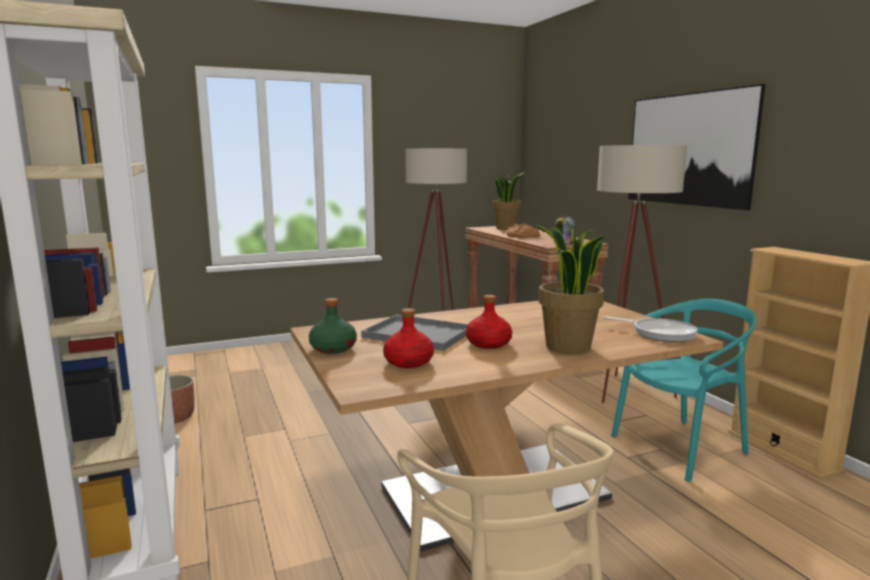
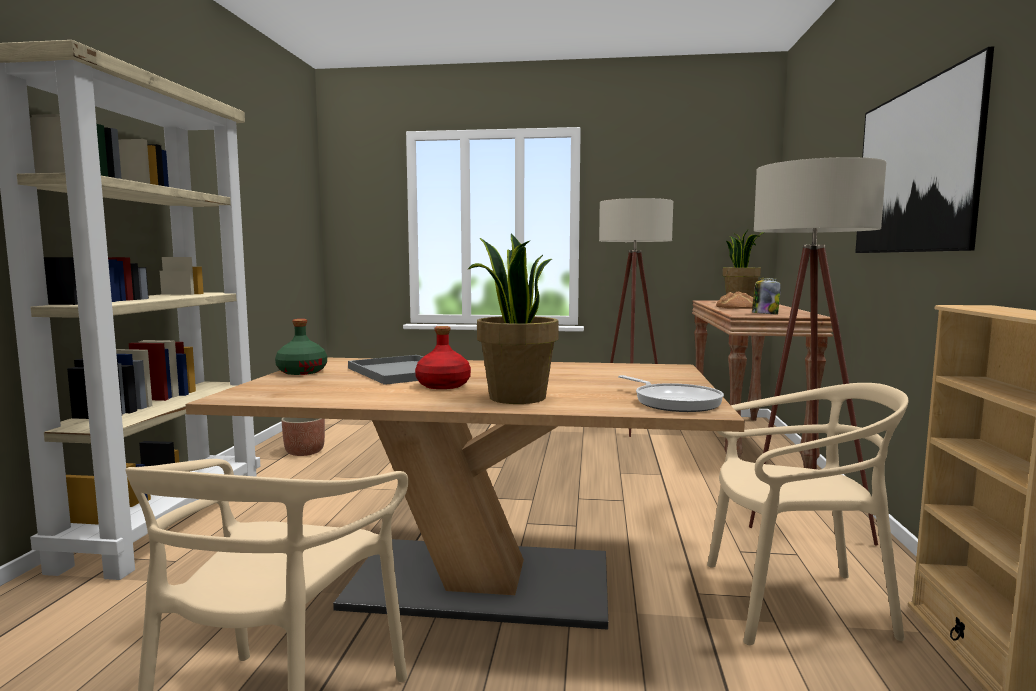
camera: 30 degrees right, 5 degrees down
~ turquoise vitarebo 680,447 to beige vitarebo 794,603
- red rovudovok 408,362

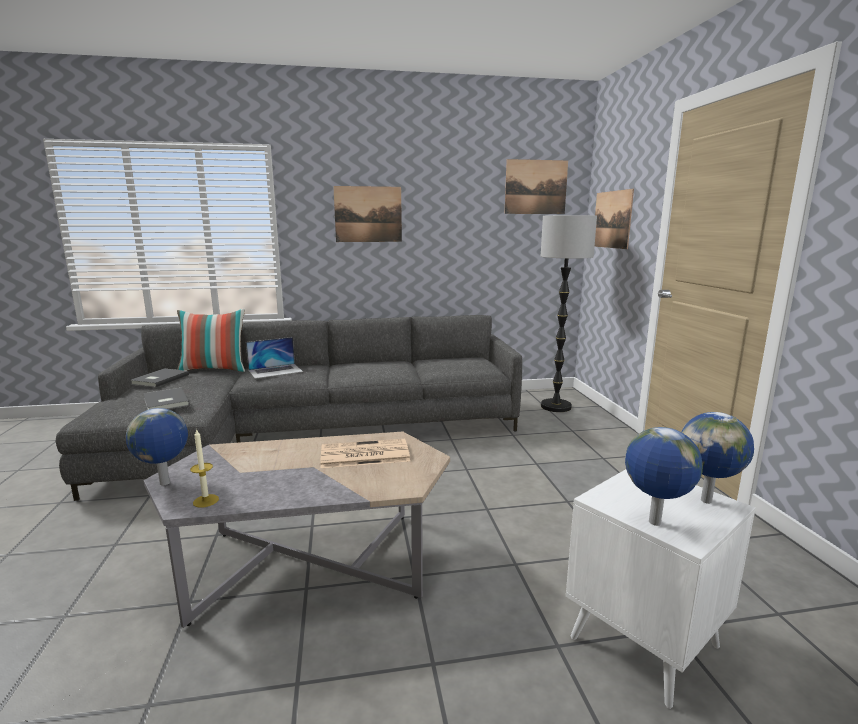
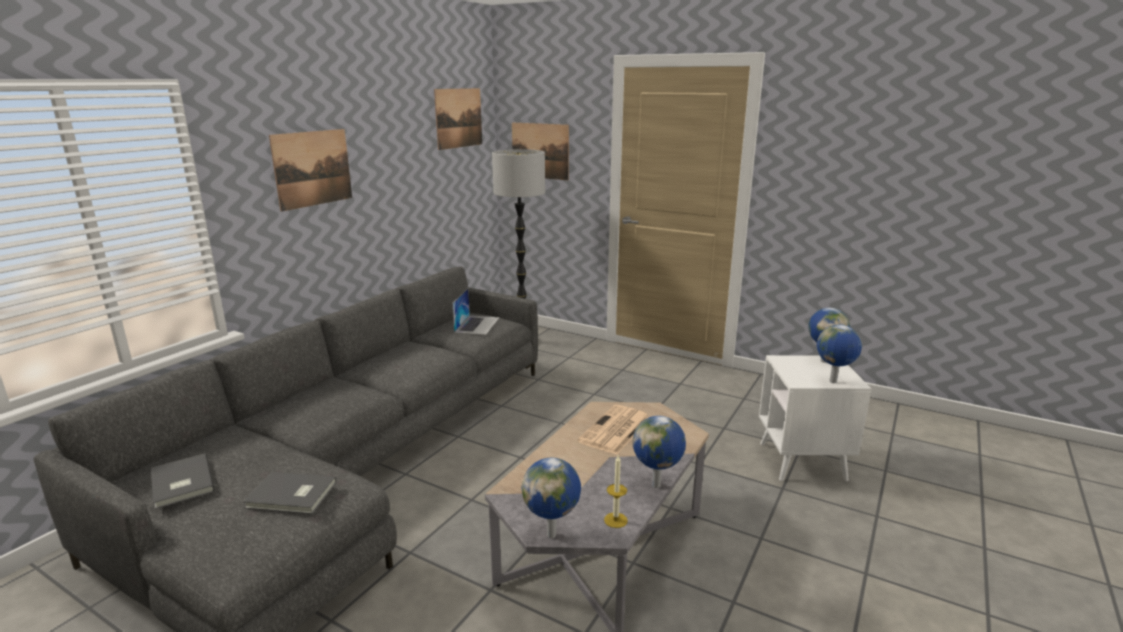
camera: 50 degrees left, 5 degrees up
~ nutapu 275,371 to 477,325
+ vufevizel 657,485
- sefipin 214,370

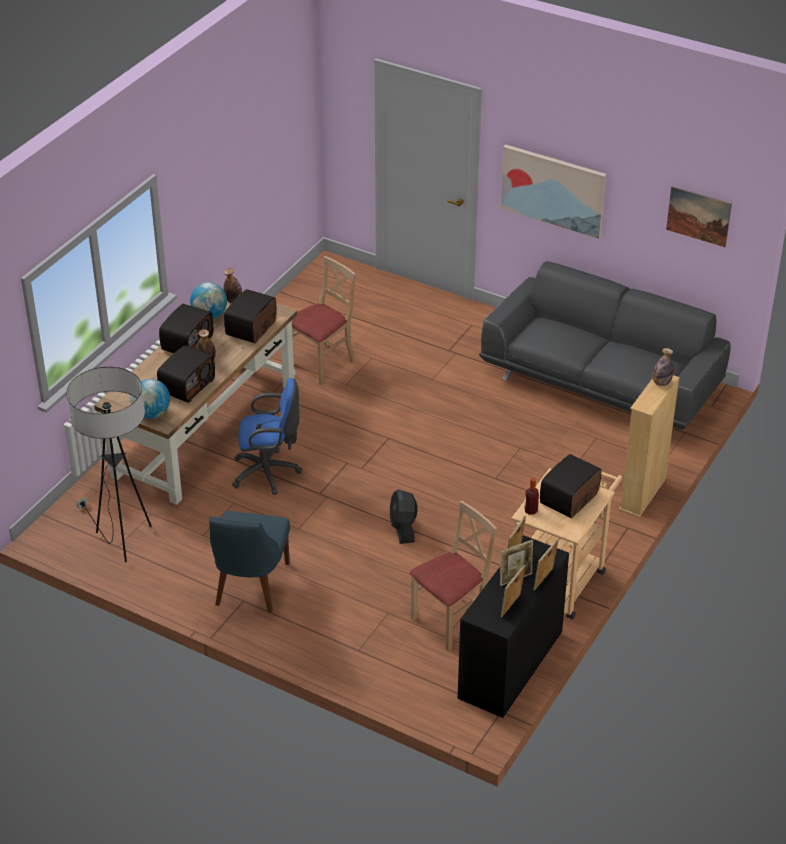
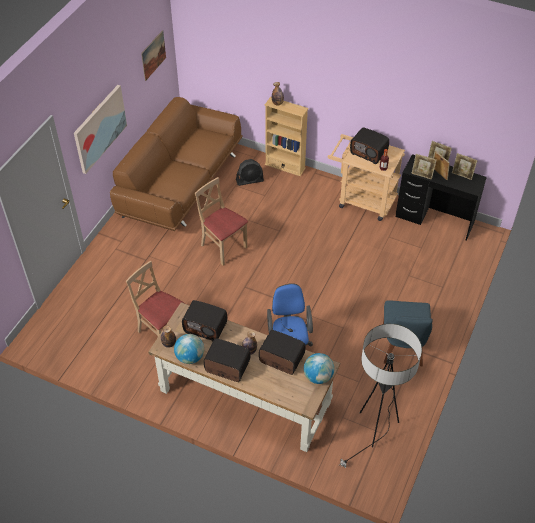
camera: 95 degrees left, 10 degrees up
~ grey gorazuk 602,383 to brown gorazuk 180,183
~ beige vitarebo 451,620 to 223,247
~ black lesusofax 403,528 to 249,180
~ blue vitarebo 250,587 = 402,347 90 degrees clockwise

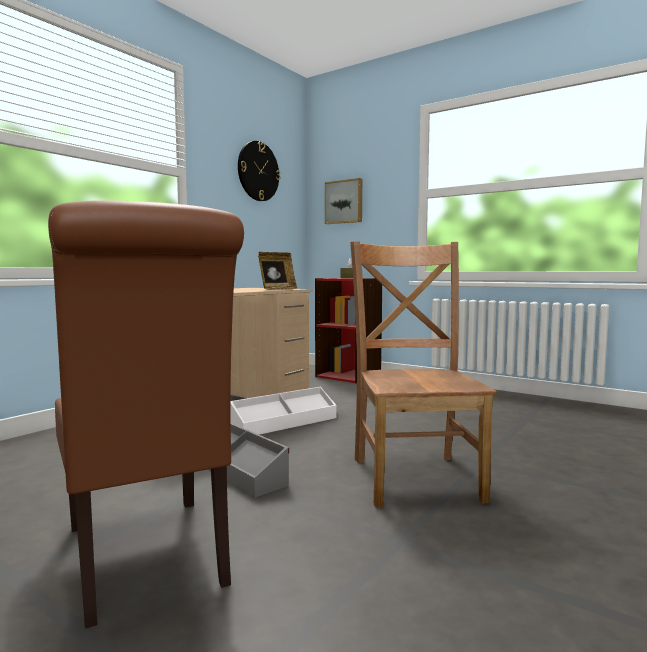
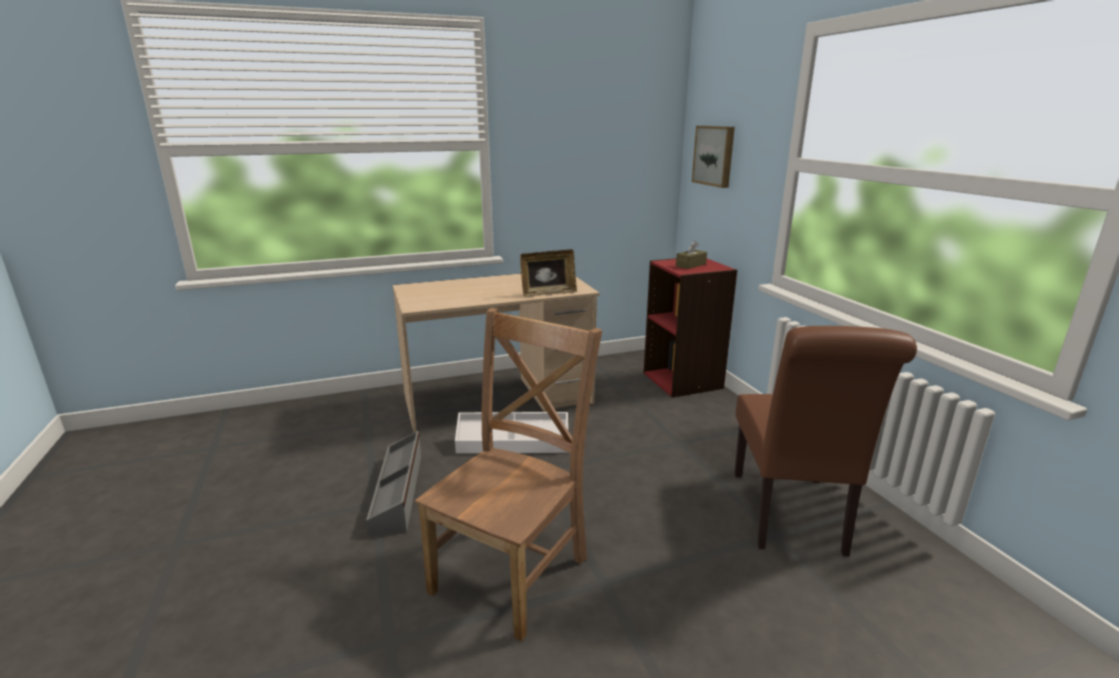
camera: 35 degrees right, 15 degrees up
~ brown vitarebo 148,560 to 790,517
- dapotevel 258,171

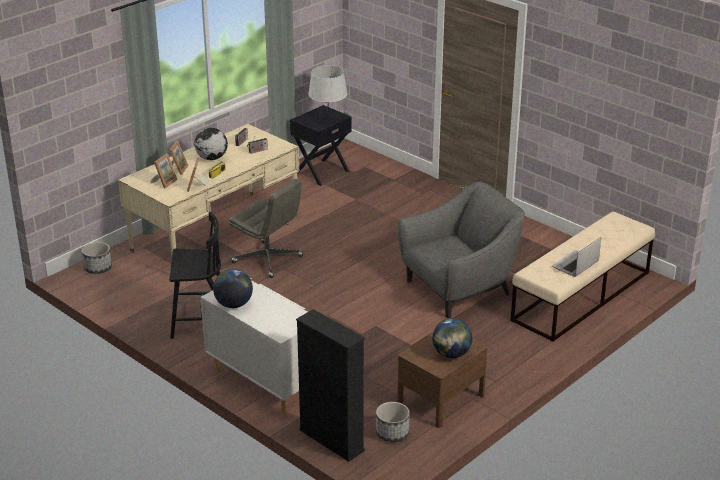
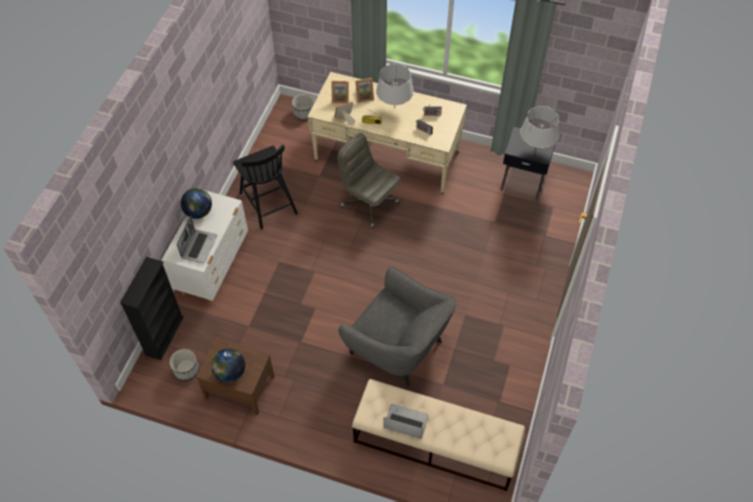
camera: 65 degrees right, 25 degrees up
+ nutapu 199,246
~ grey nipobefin 268,259 = 369,204 120 degrees clockwise
~ vufevizel 211,158 to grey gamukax 394,108

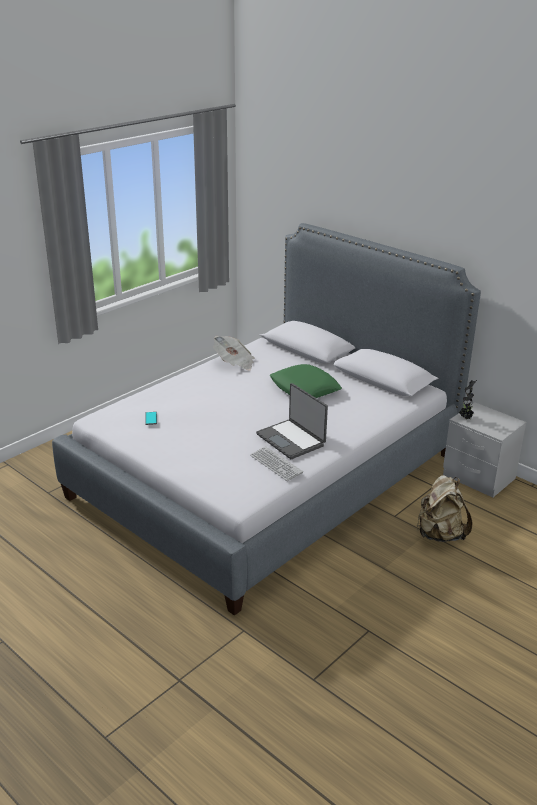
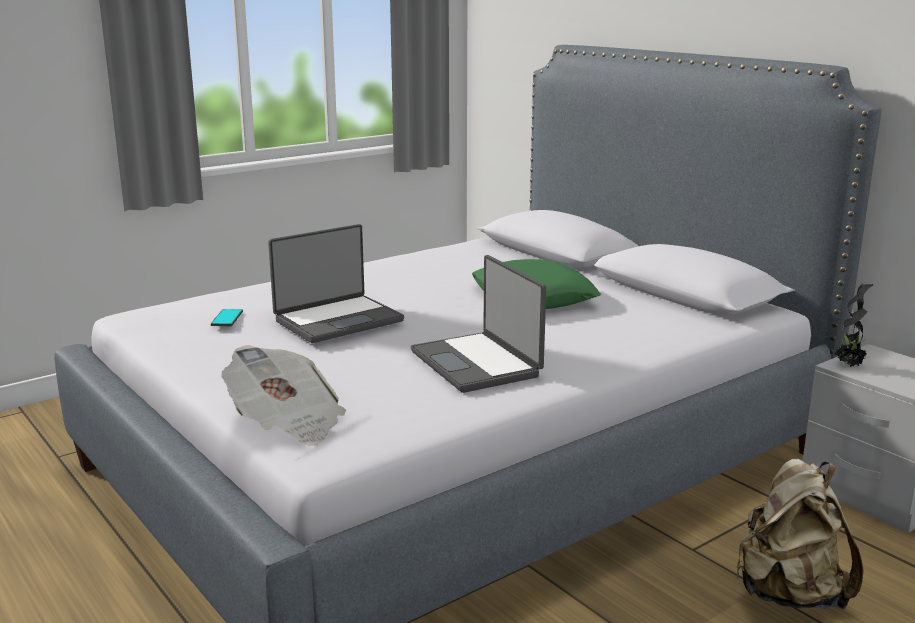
camera: 10 degrees right, 10 degrees down
~ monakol 234,363 to 287,423
+ nutapu 337,320
- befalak 276,464

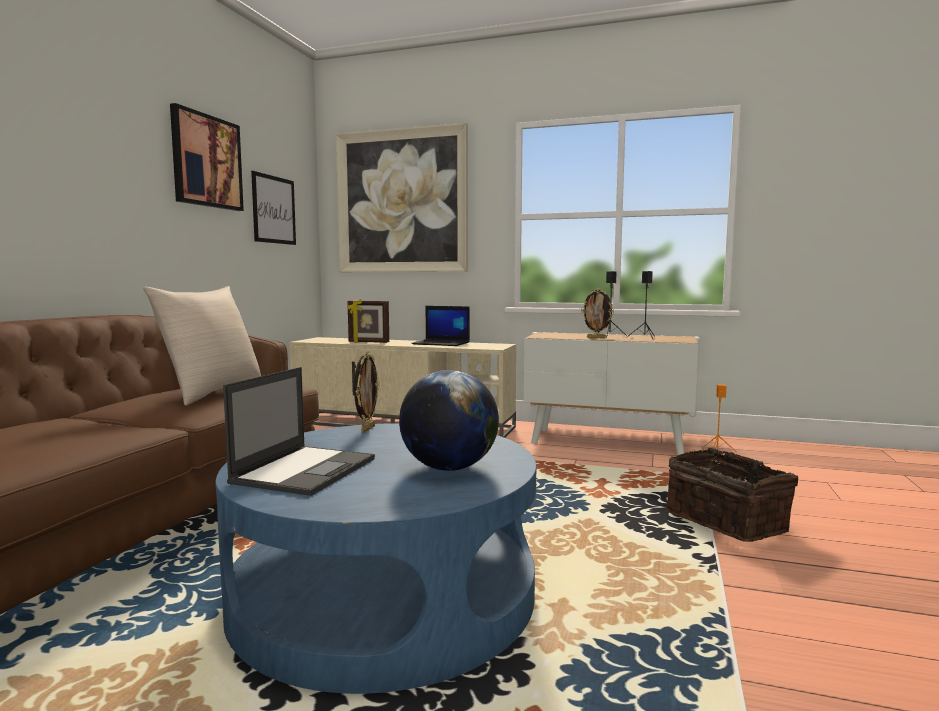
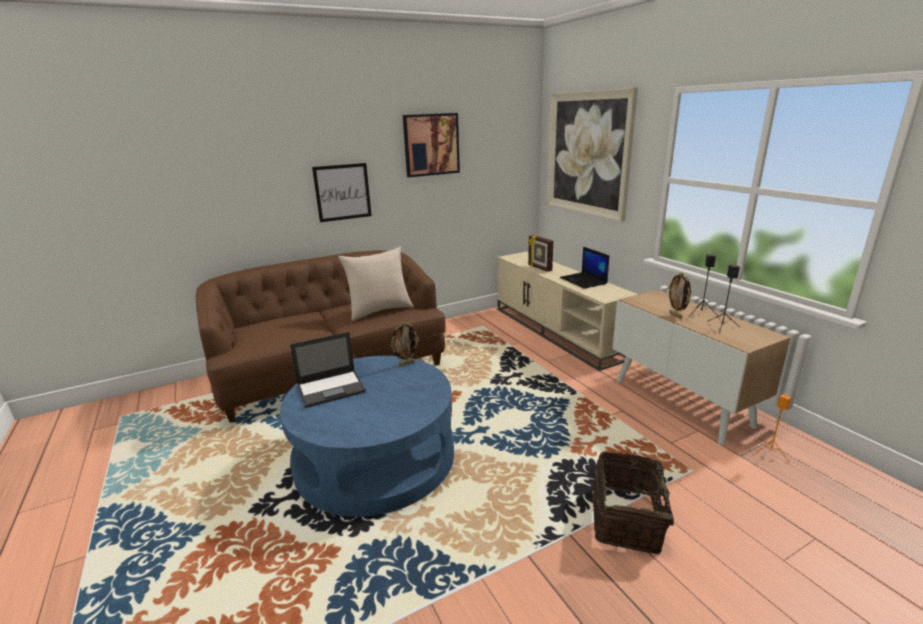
camera: 45 degrees right, 15 degrees up
~ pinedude 274,210 to 342,192
- vufevizel 449,468

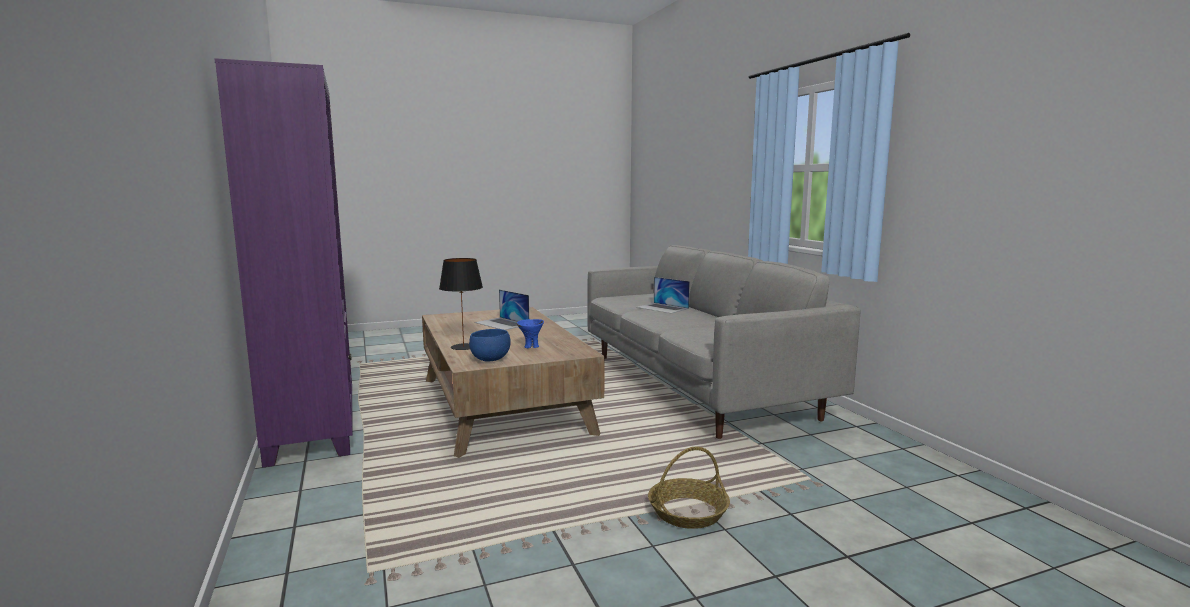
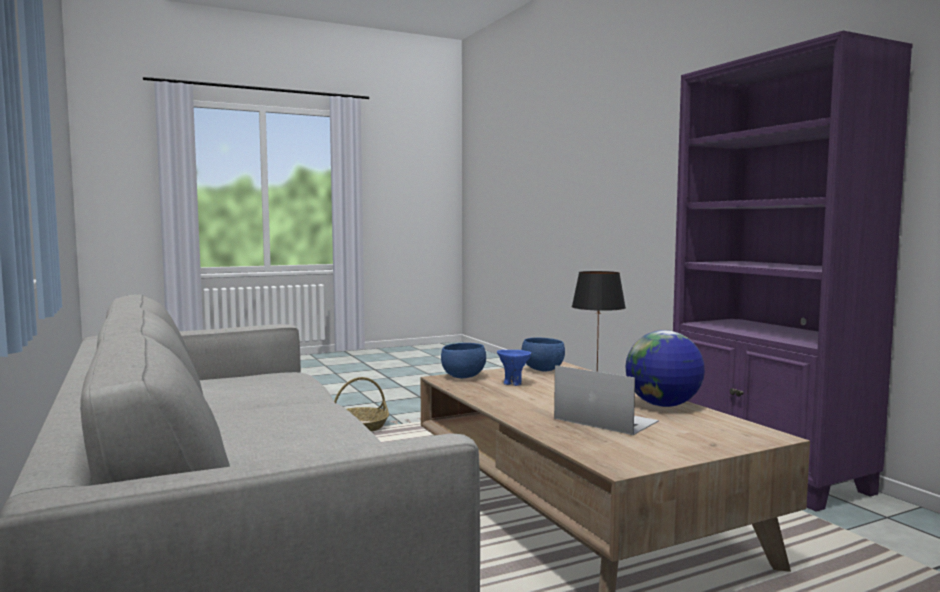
camera: 175 degrees right, 5 degrees down
+ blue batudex 463,377
+ vufevizel 663,405
- nutapu 662,308

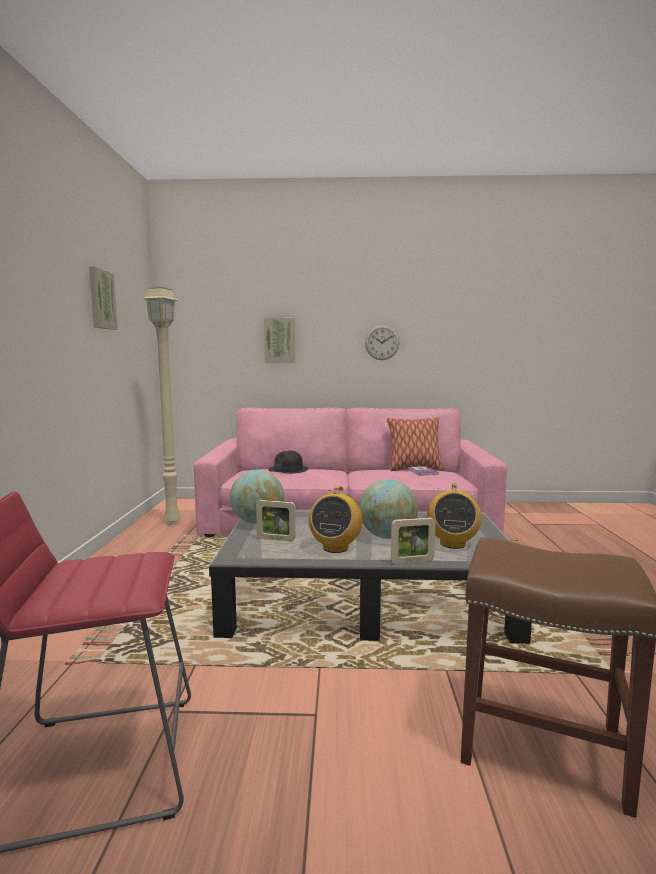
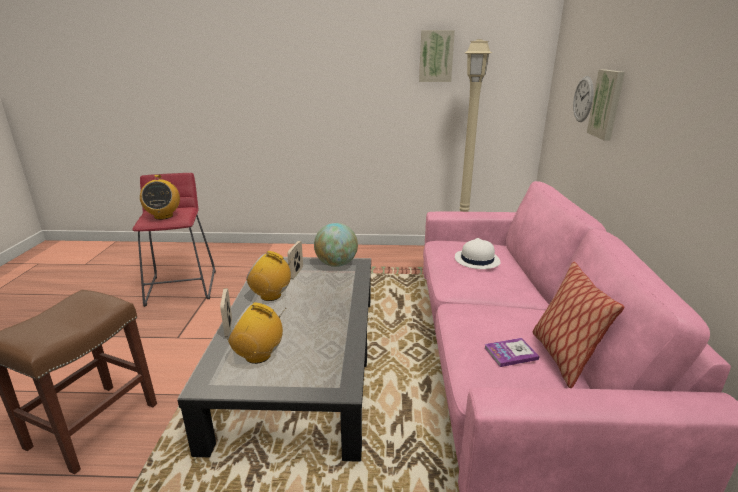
camera: 90 degrees right, 15 degrees up
+ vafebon 163,216
~ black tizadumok 288,470 to white tizadumok 476,260
~ dapotevel 382,342 to 583,99
- vufevizel 387,536

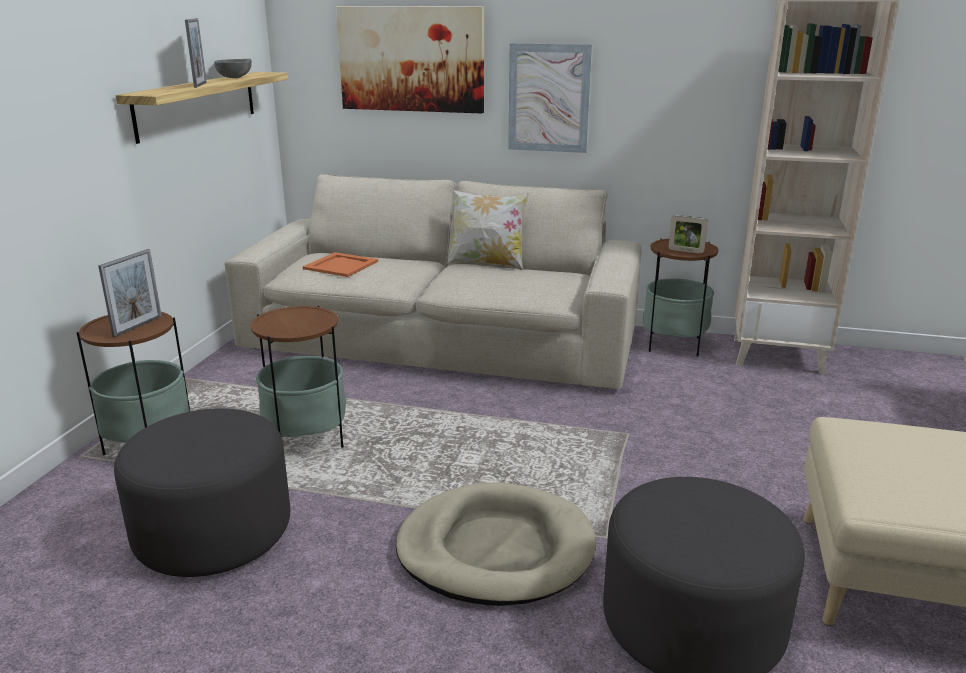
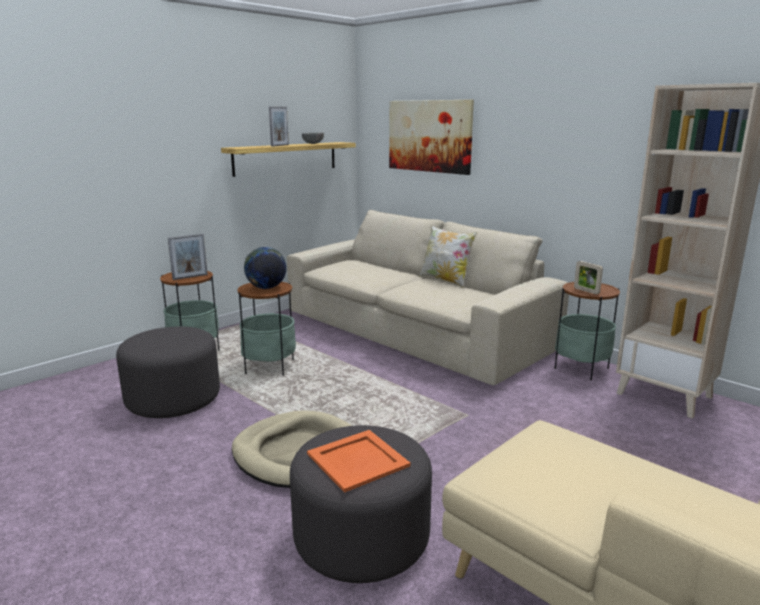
camera: 30 degrees right, 5 degrees down
+ vufevizel 266,288
~ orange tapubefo 341,265 to 357,460
- pinedude 549,98

